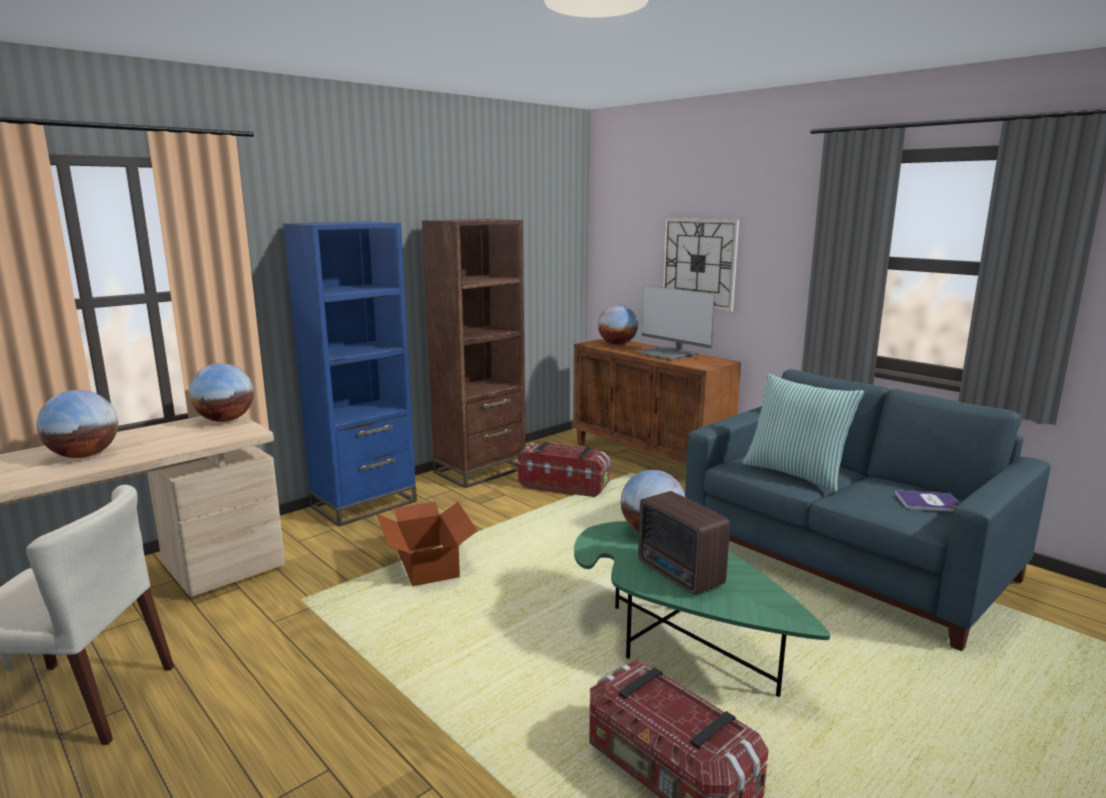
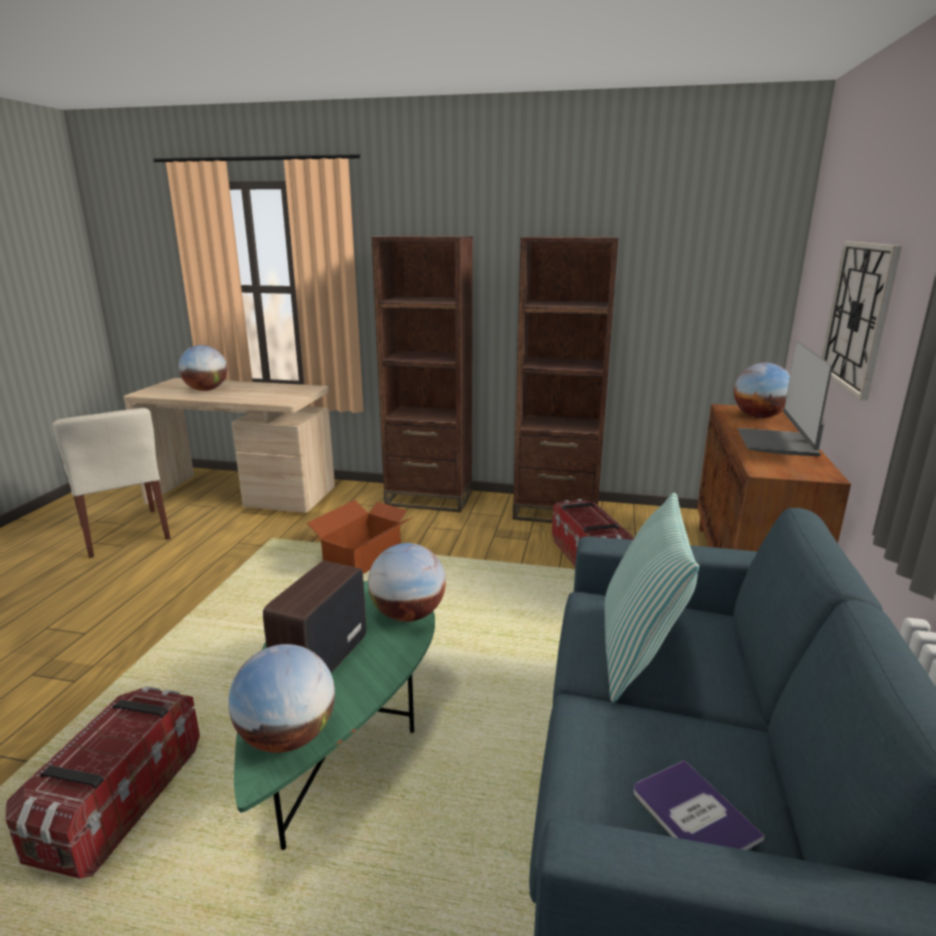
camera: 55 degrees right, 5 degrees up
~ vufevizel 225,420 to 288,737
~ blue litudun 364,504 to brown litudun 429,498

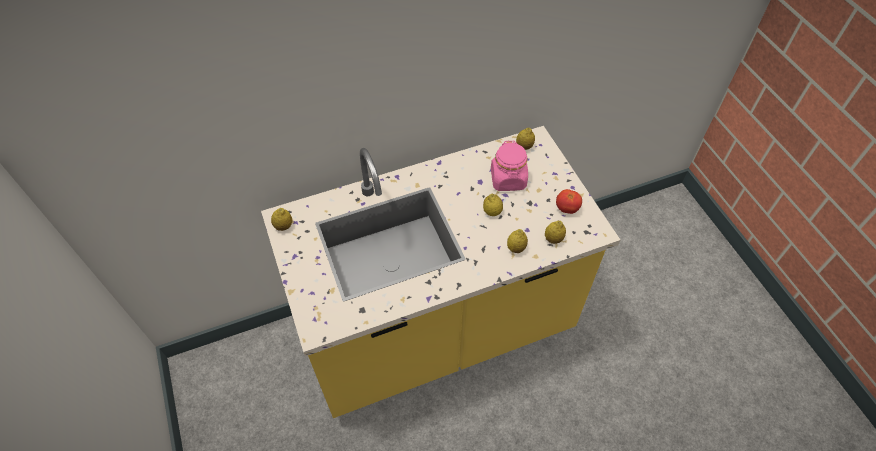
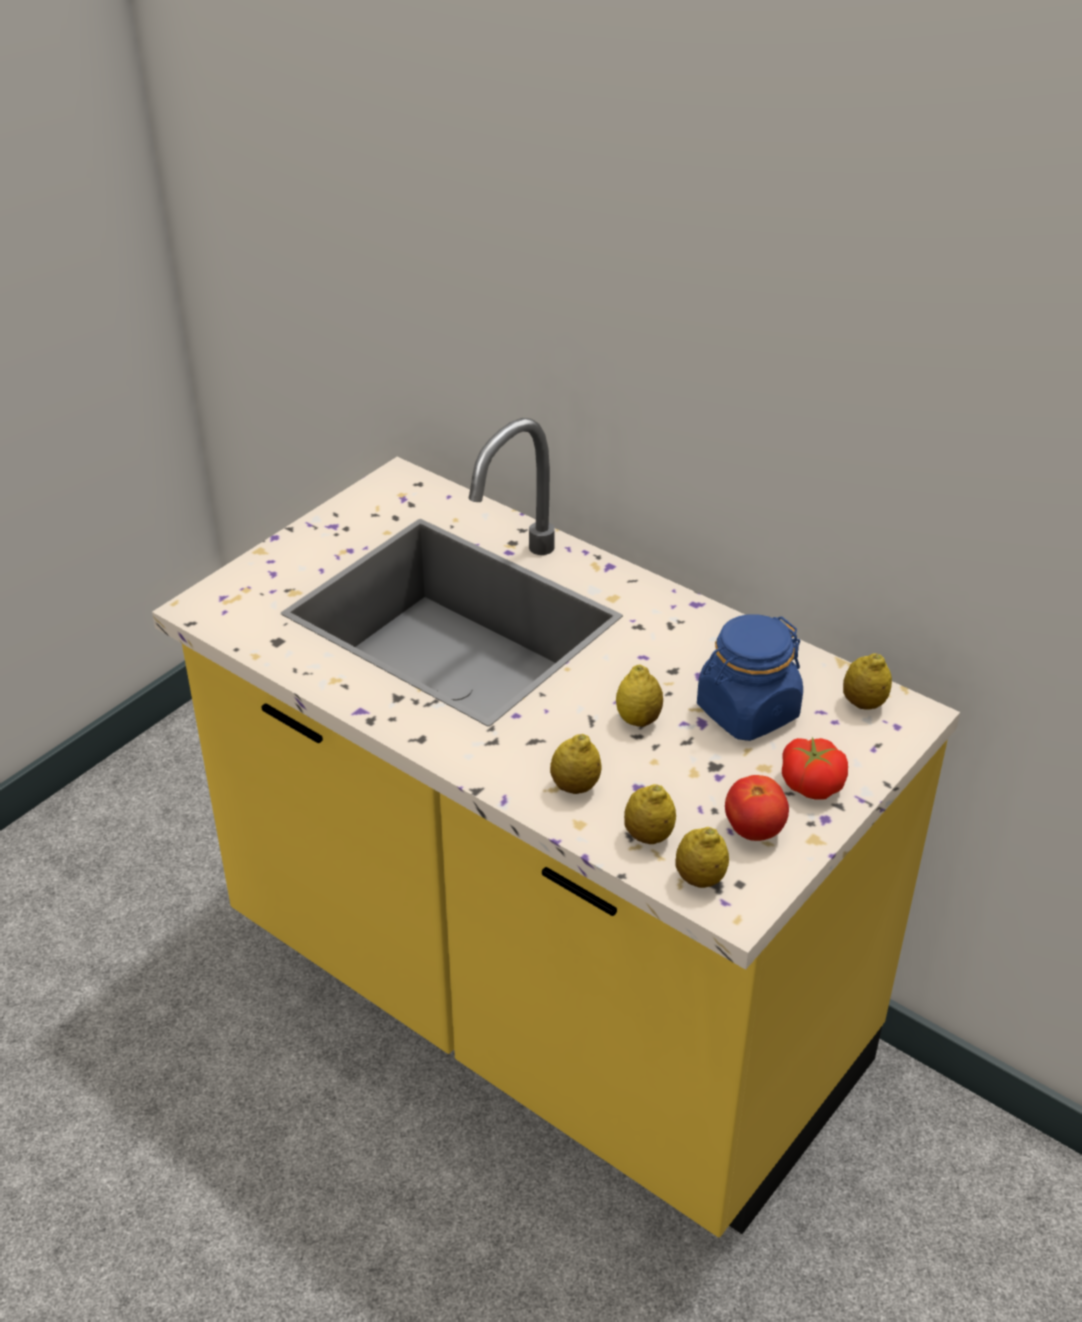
camera: 60 degrees right, 15 degrees down
~ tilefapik 283,226 to 700,879
~ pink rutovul 508,179 to blue rutovul 747,712
+ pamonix 812,783

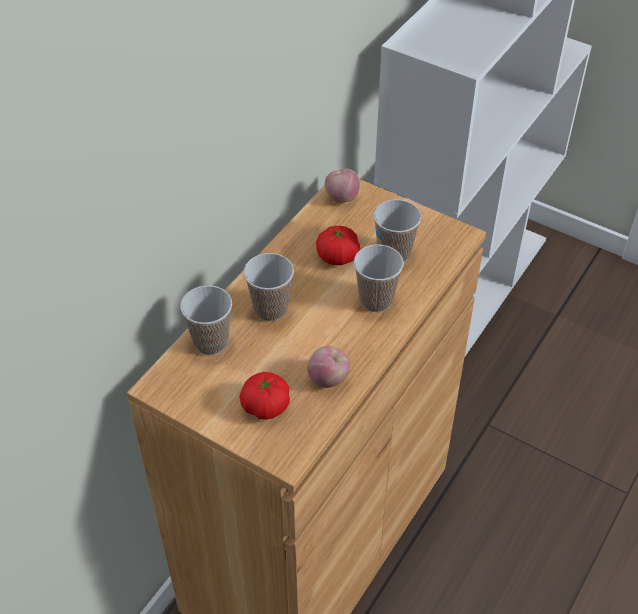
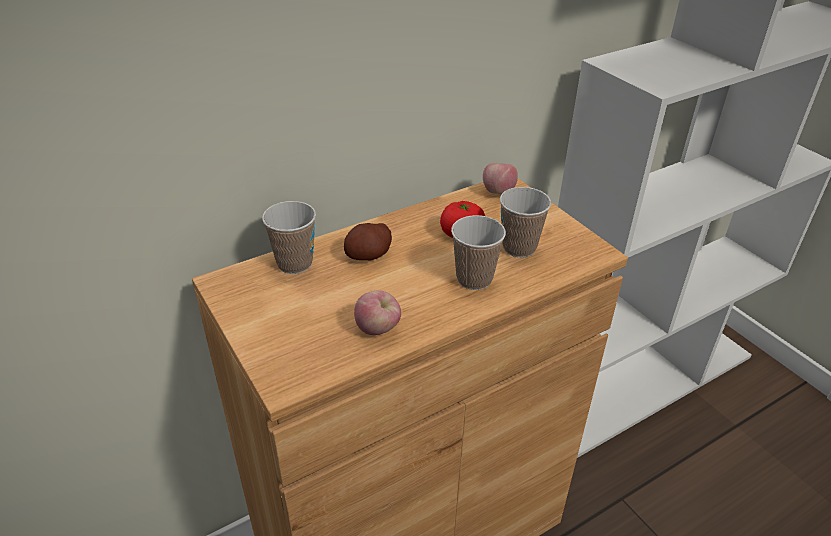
camera: 25 degrees right, 10 degrees down
~ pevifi 270,309 to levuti 368,255
- pamonix 265,406

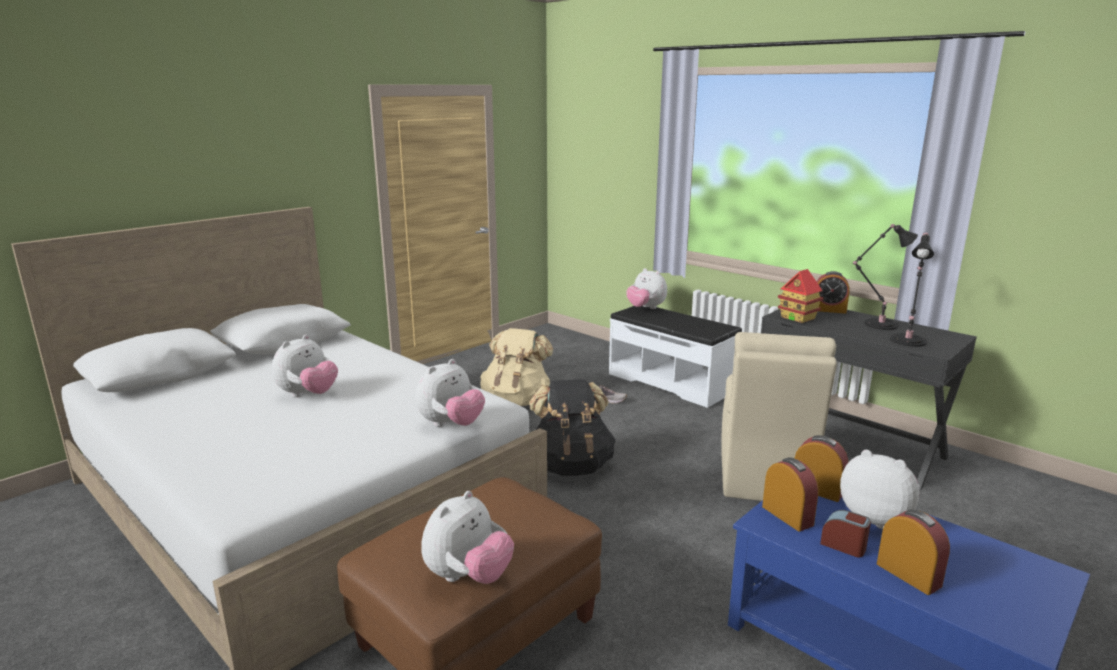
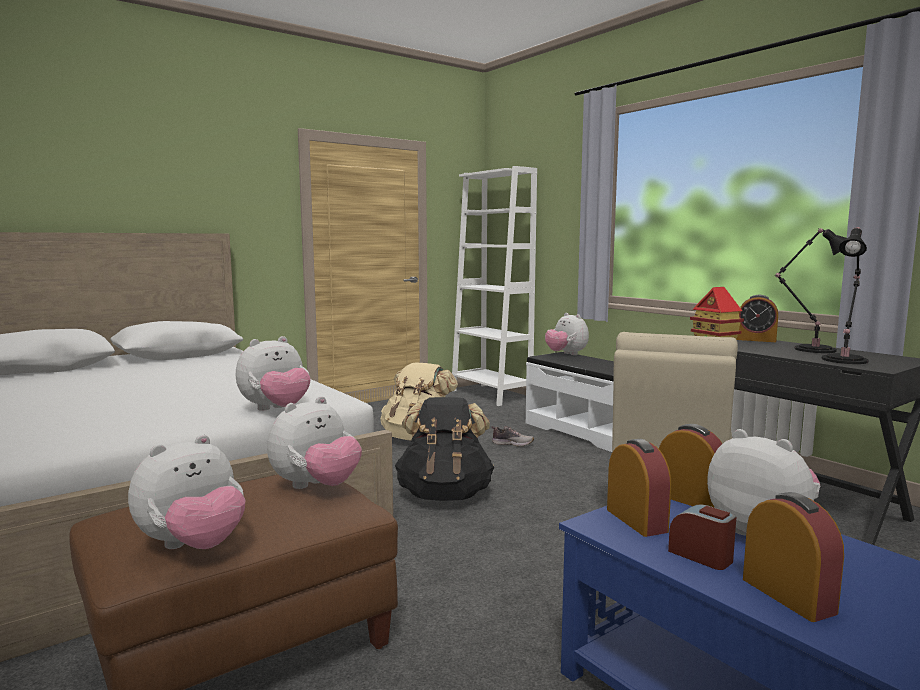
camera: 10 degrees right, 10 degrees down
~ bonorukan 308,395 to 316,487
+ white litudun 490,395

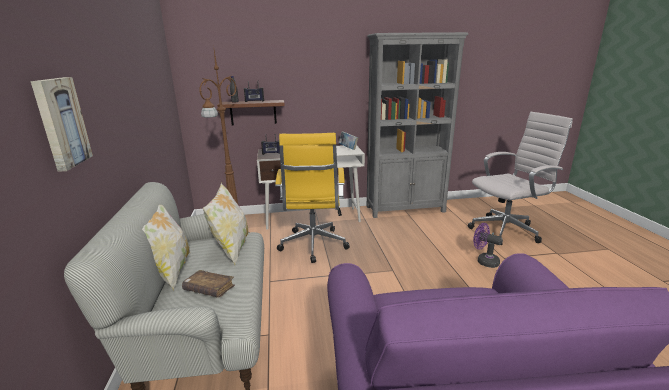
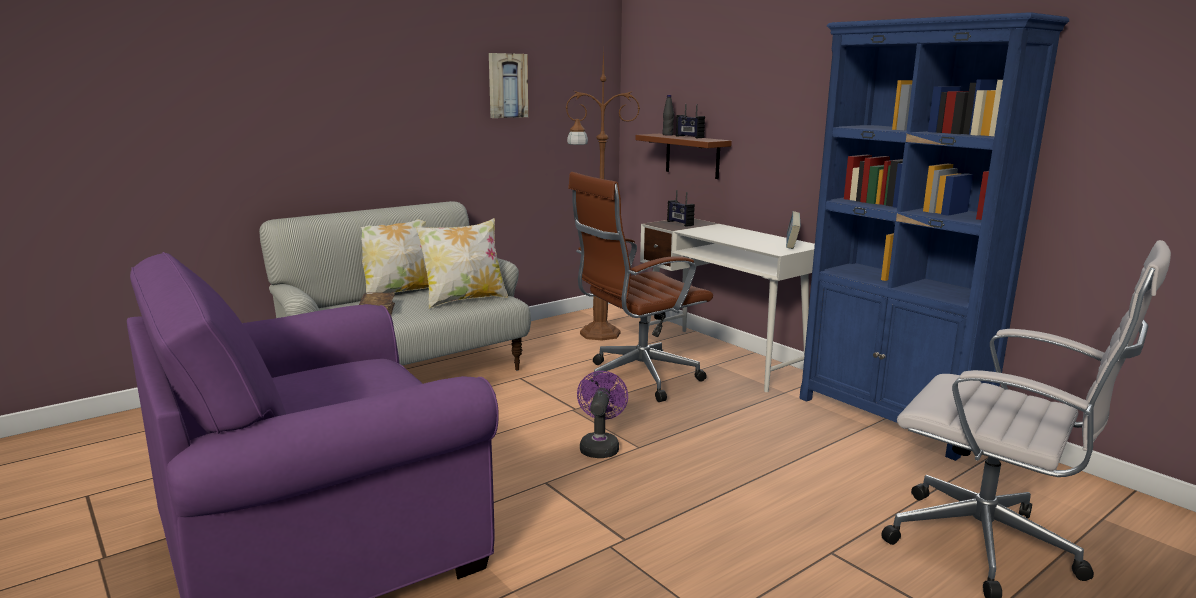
camera: 60 degrees right, 5 degrees down
~ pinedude 60,123 to 507,85
~ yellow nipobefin 313,246 to brown nipobefin 636,379
~ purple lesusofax 484,261 to 600,446
~ grey litudun 406,209 to blue litudun 890,418

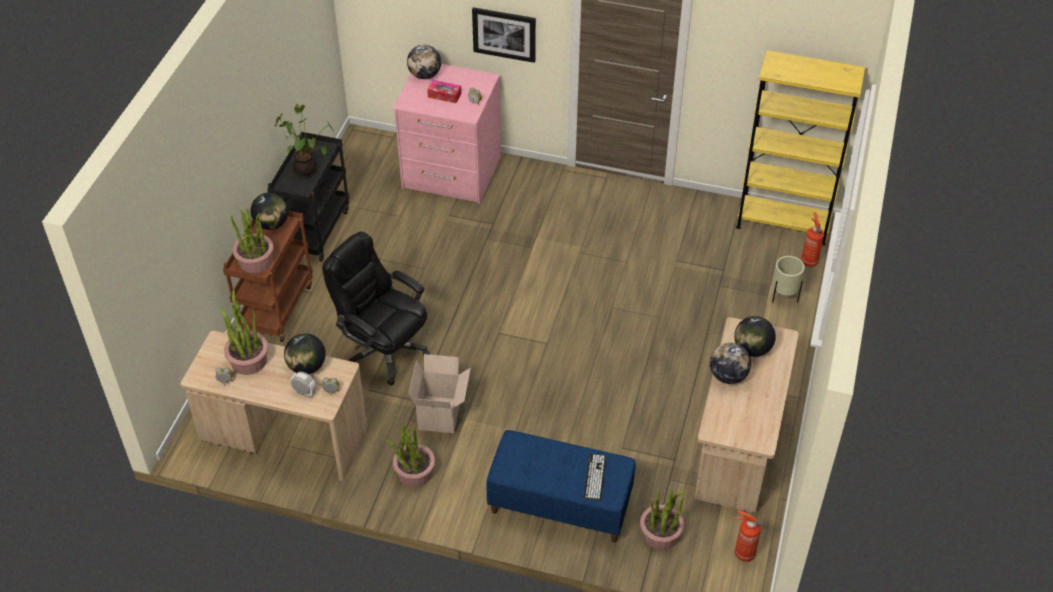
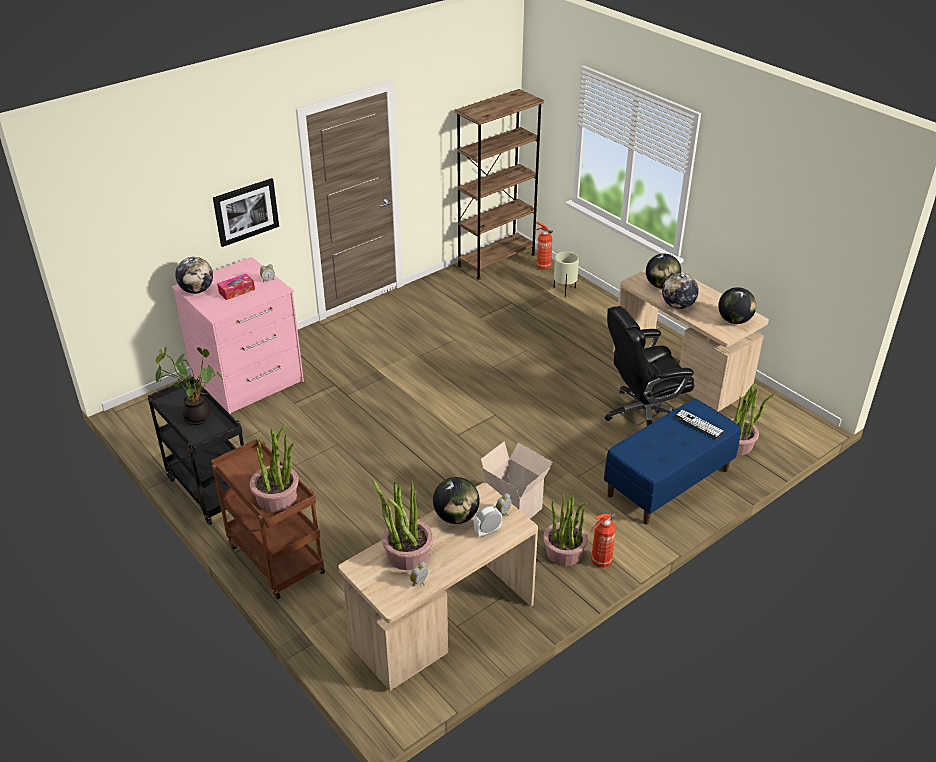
camera: 55 degrees left, 10 degrees down
~ yellow litudun 783,223 to brown litudun 496,260
~ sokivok 743,553 to 600,562
~ black nipobefin 383,350 to 643,414
~ vufevizel 272,224 to 734,320

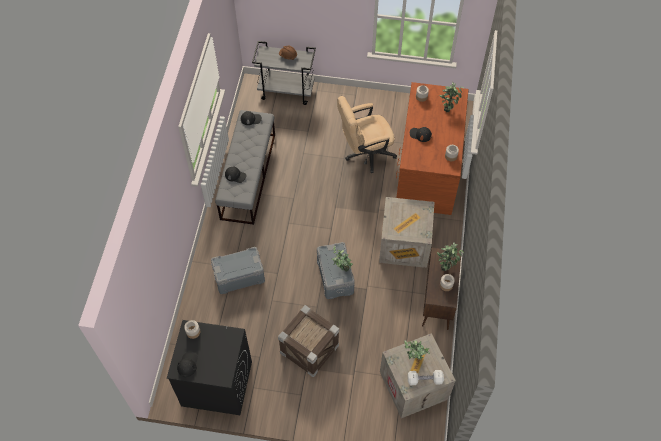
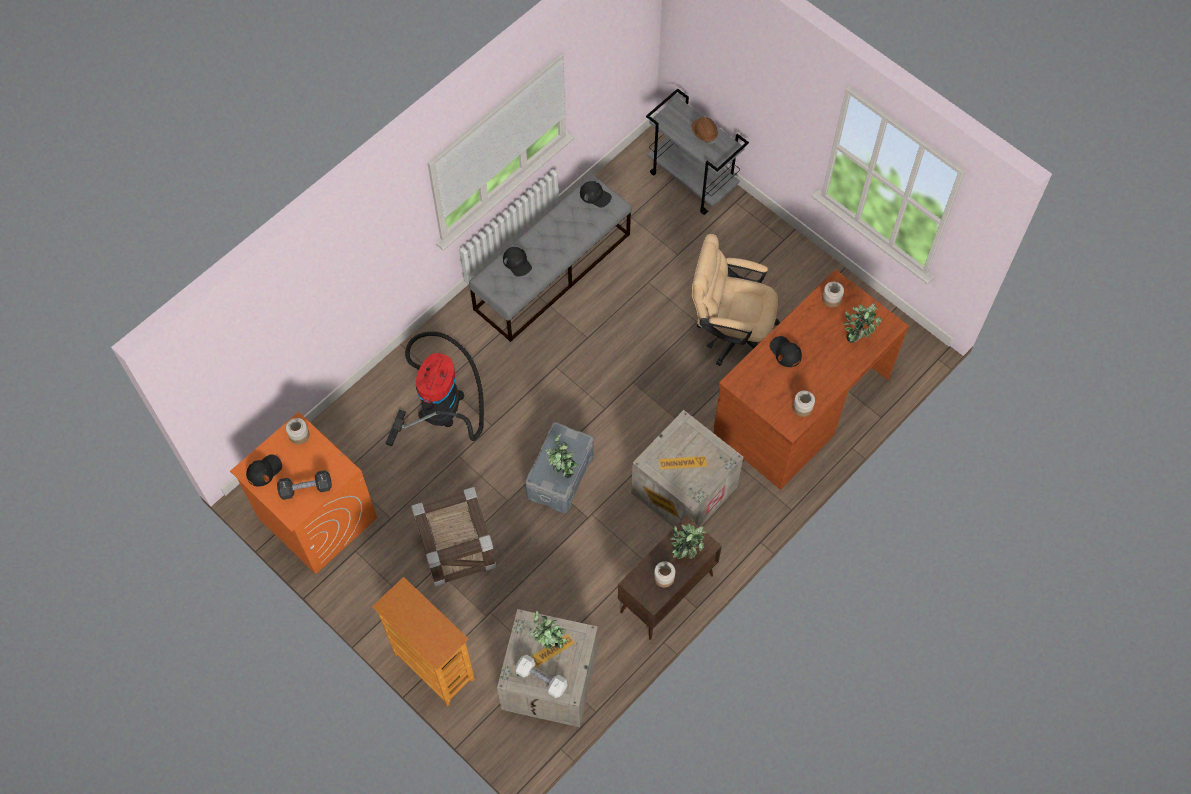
camera: 35 degrees right, 5 degrees up
~ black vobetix 216,384 to orange vobetix 316,517
+ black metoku 306,488
+ litudun 433,667
~ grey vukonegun 239,277 to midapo 441,400

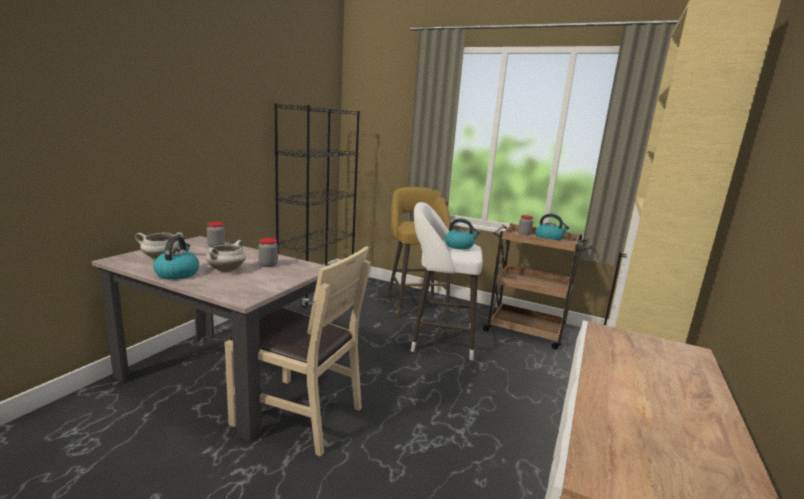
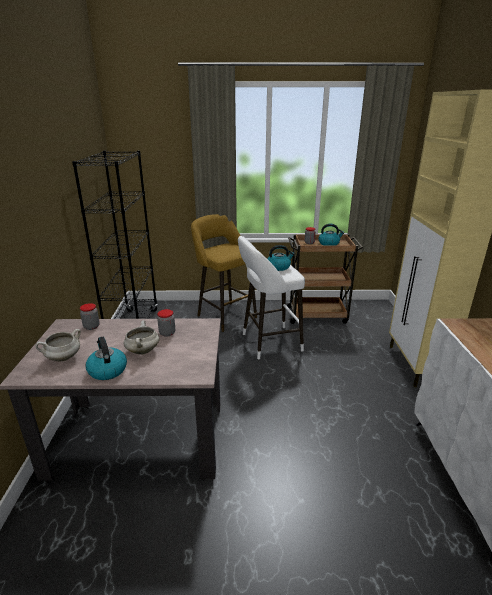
camera: 25 degrees left, 10 degrees up
- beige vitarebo 298,414

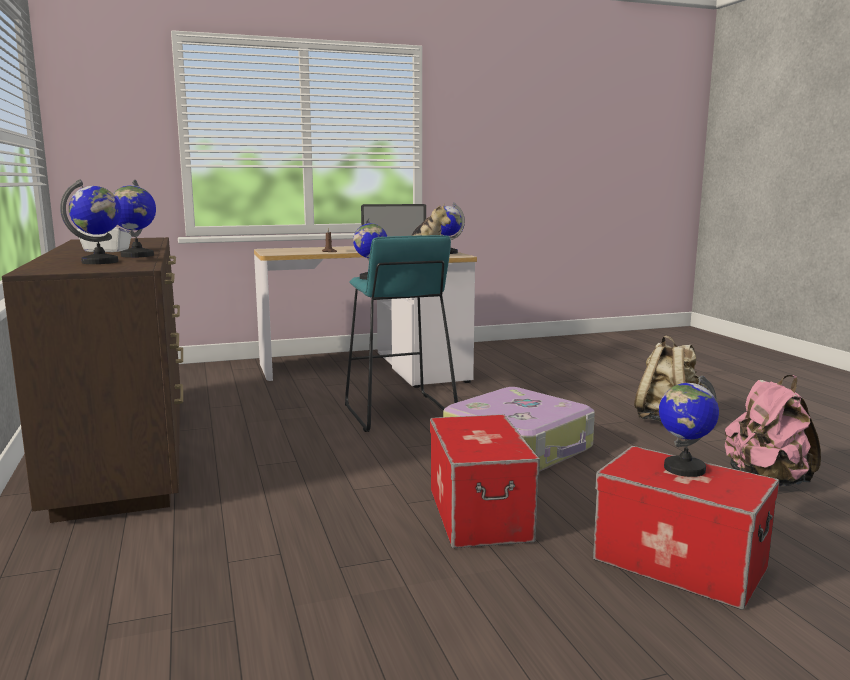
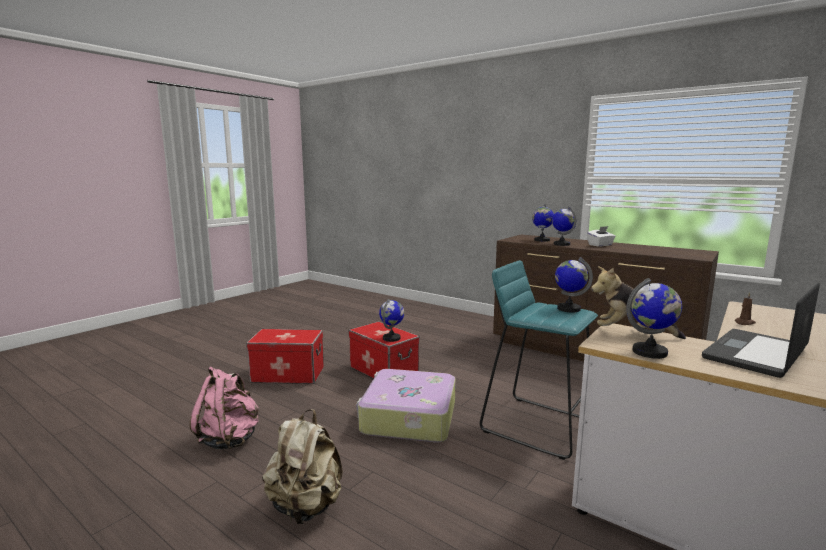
camera: 145 degrees right, 0 degrees up
~ vufevizel 683,468 to 392,338

